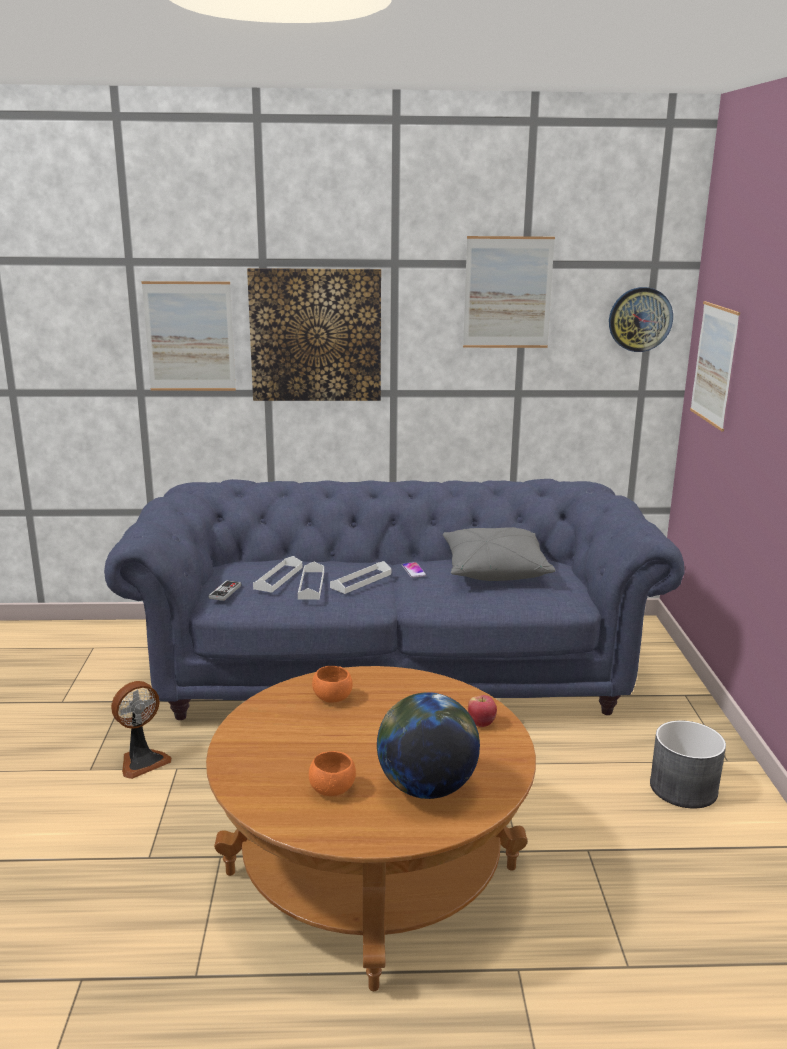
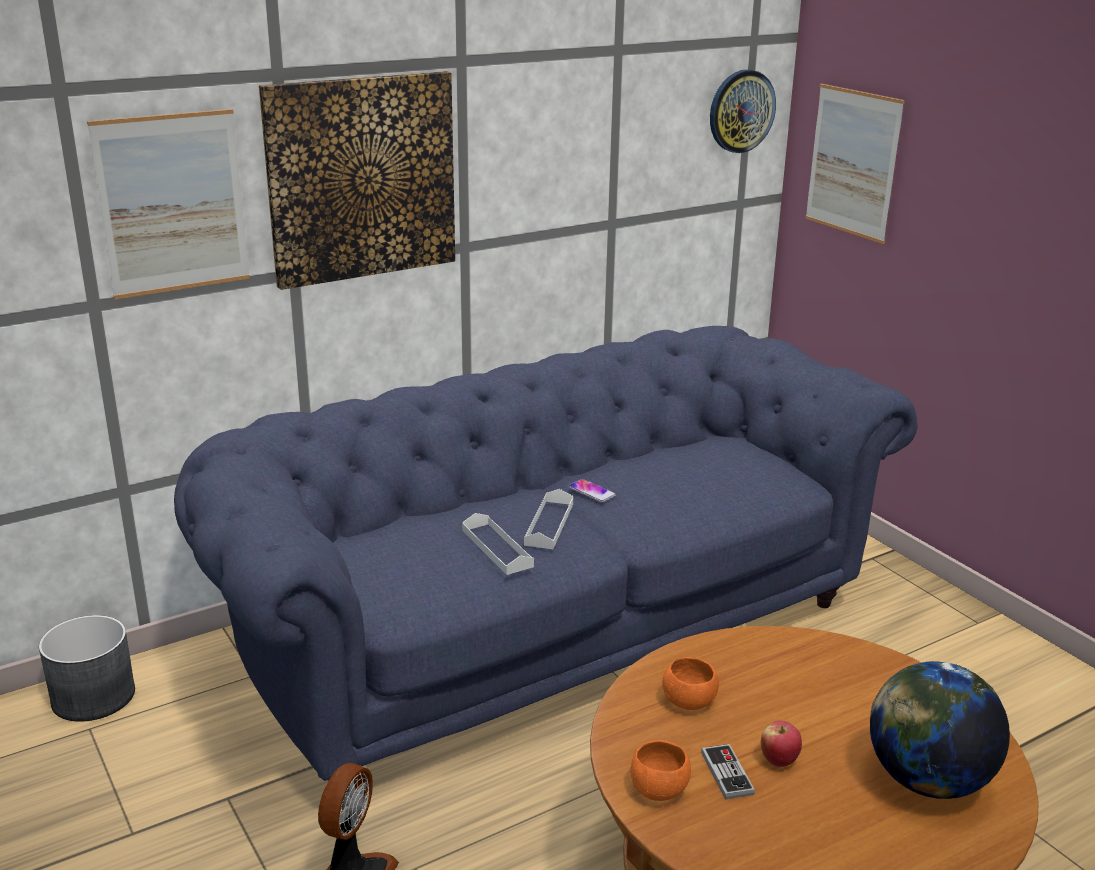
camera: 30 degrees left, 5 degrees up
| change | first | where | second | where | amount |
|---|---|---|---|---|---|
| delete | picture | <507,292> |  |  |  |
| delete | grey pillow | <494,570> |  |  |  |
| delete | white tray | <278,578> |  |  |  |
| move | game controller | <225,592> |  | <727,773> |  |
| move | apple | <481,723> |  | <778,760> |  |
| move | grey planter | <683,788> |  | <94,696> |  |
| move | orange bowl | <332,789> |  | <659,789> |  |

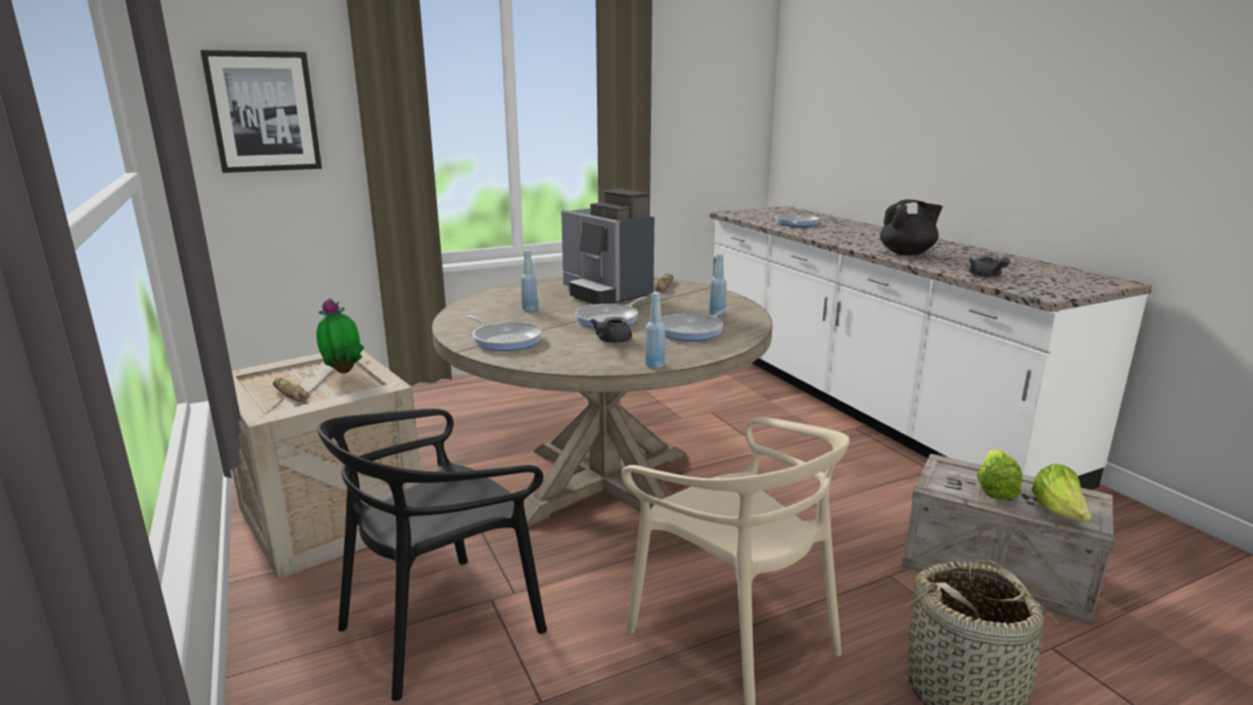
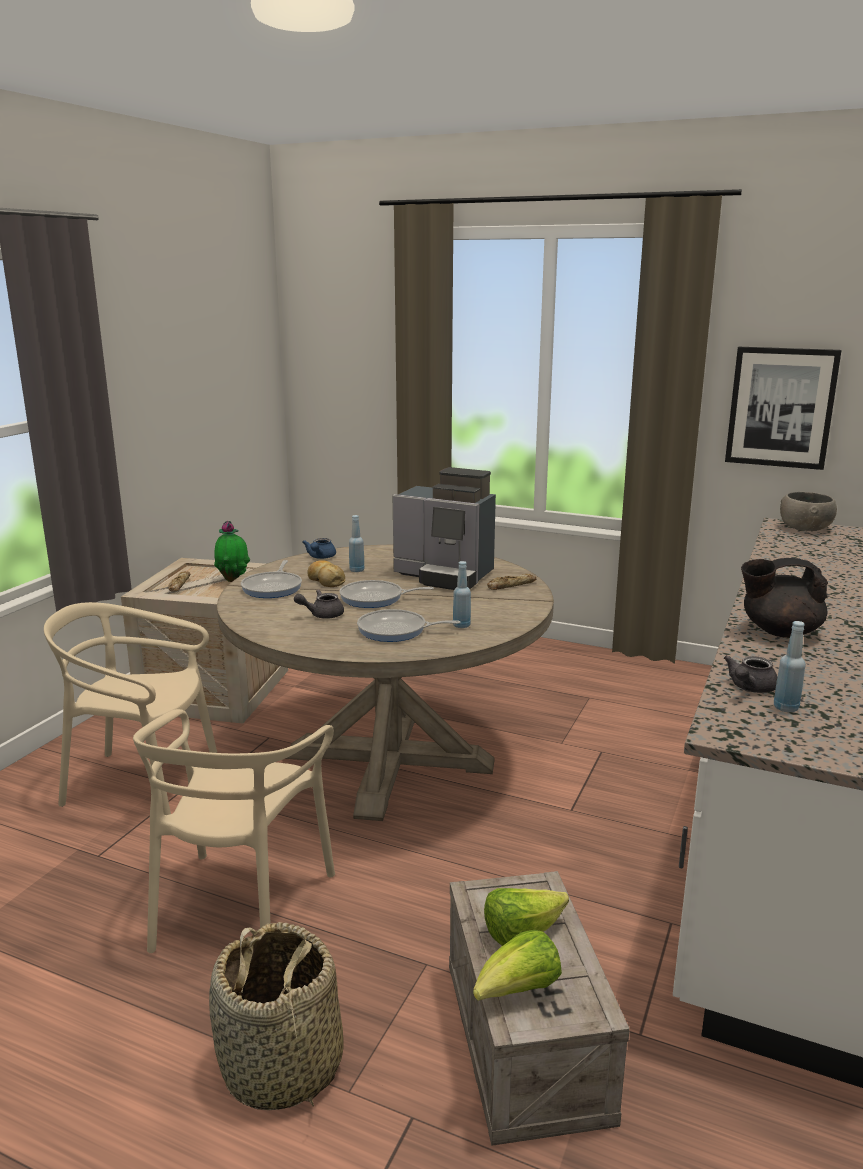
camera: 50 degrees right, 0 degrees up
| change | first | where | second | where | amount |
|---|---|---|---|---|---|
| move | picture | <264,112> |  | <781,407> |  |
| rotate | coffee machine | <605,293> |  | <445,576> | 75 degrees counterclockwise |
| rotate | black teapot | <907,253> |  | <779,631> | 150 degrees clockwise |
| delete | frying pan | <796,224> |  |  |  |
| move | blue bottle | <655,365> |  | <786,708> |  |
| recolor | black chair | <441,624> | beige chair | <142,784> |  |
| insert |  |  | grey bowl | <804,528> |  |
| insert |  |  | blue teapot | <320,557> |  |
| insert |  |  | bread | <326,580> |  |

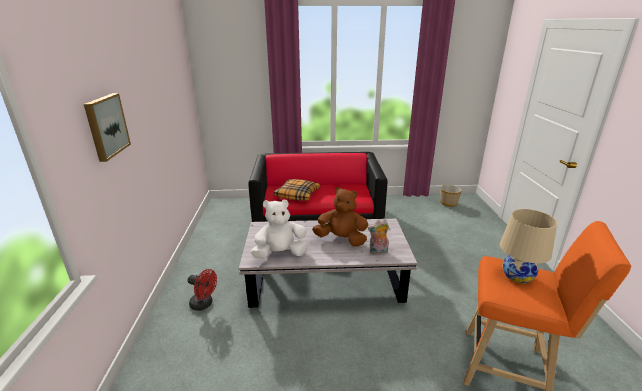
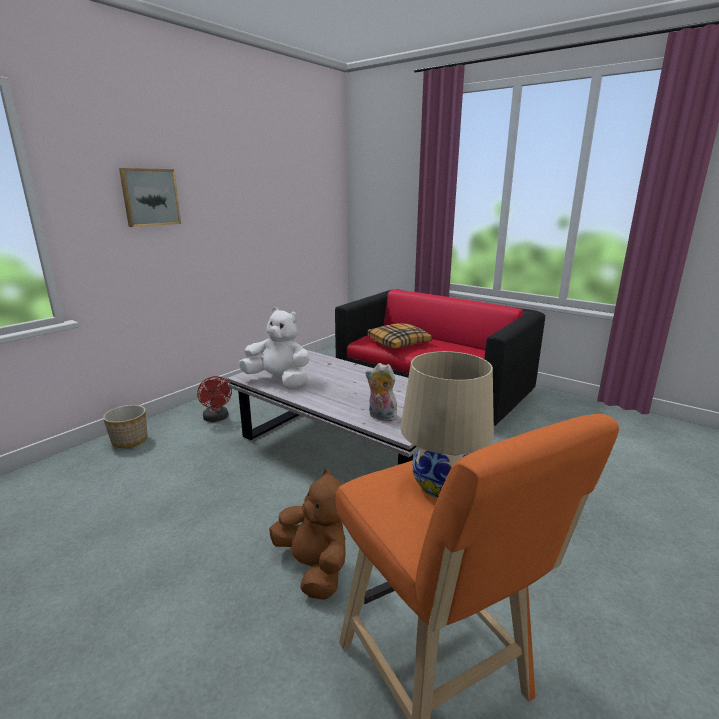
camera: 40 degrees right, 5 degrees down
| change | first | where | second | where | amount |
|---|---|---|---|---|---|
| move | planter | <449,203> |  | <130,441> |  |
| move | brown plush toy | <341,239> |  | <314,568> |  |

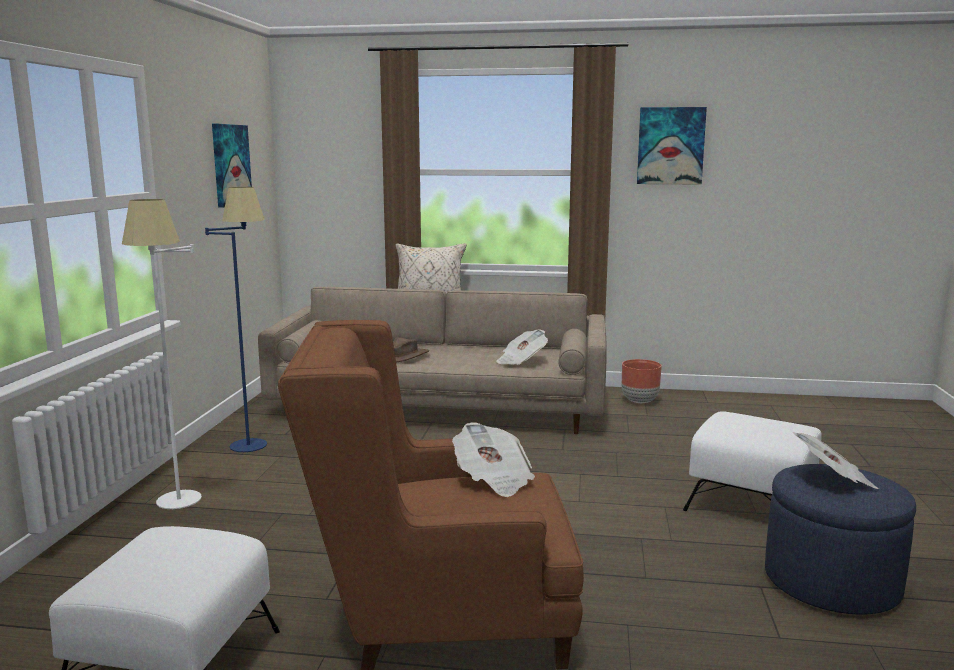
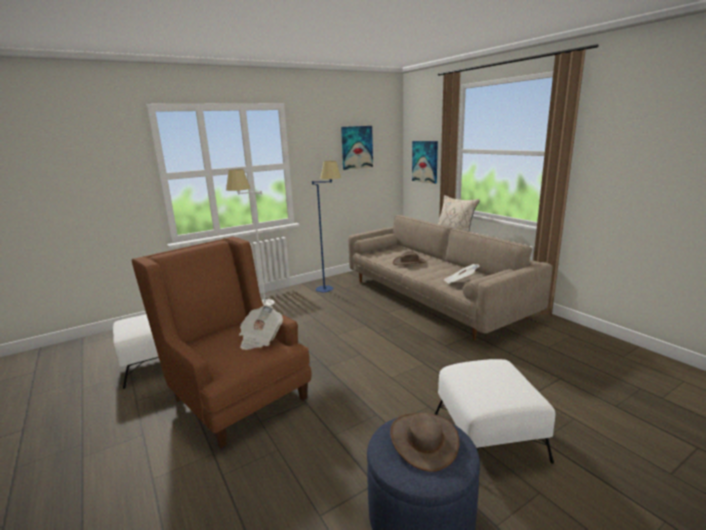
camera: 50 degrees right, 5 degrees up
| change | first | where | second | where | amount |
|---|---|---|---|---|---|
| move | picture | <670,146> |  | <425,161> |  |
| delete | brown planter | <640,401> |  |  |  |
| replace | newspaper | <833,480> | brown hat | <424,440> |  |

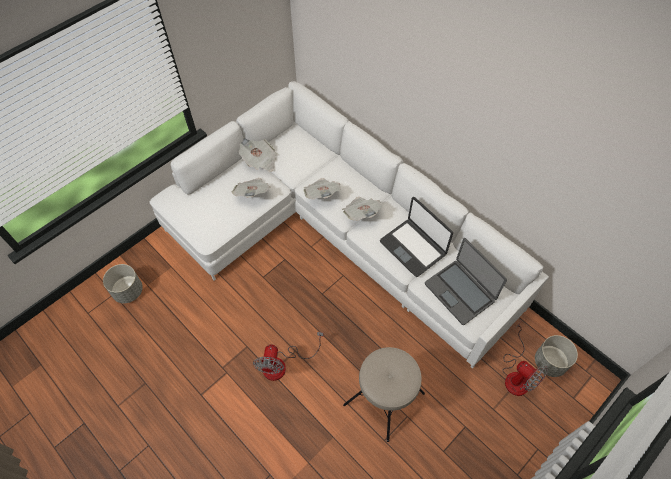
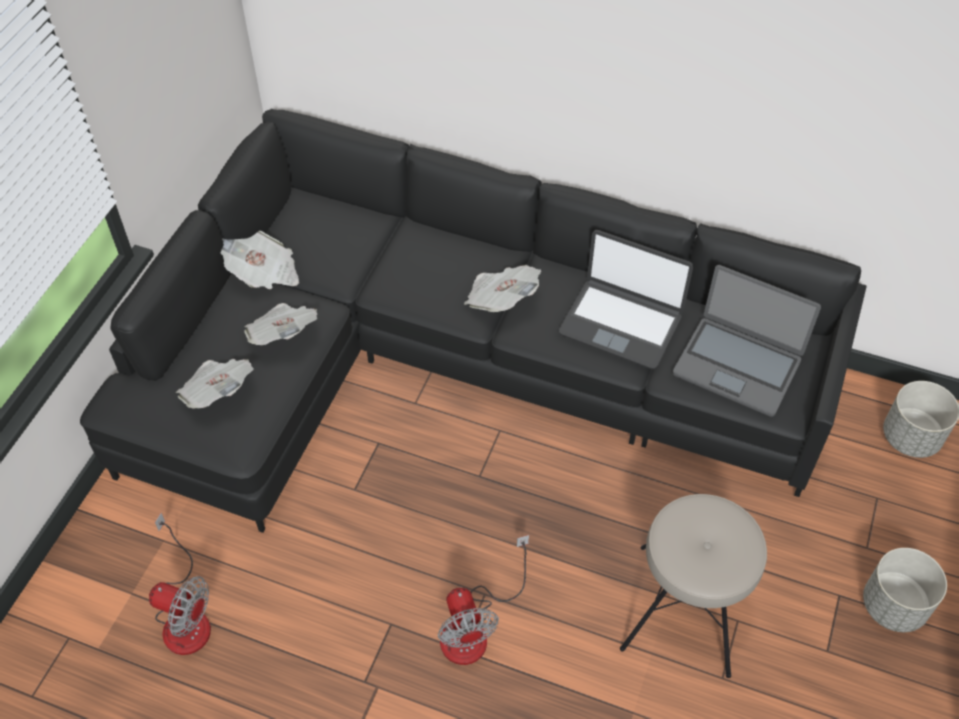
camera: 25 degrees left, 5 degrees down
| change | first | where | second | where | amount |
|---|---|---|---|---|---|
| recolor | white sofa | <336,234> | black sofa | <449,365> |  |
| move | newspaper | <321,194> |  | <218,393> |  |
| move | grey planter | <128,291> |  | <893,605> |  |
| move | fan | <516,375> |  | <184,615> |  |

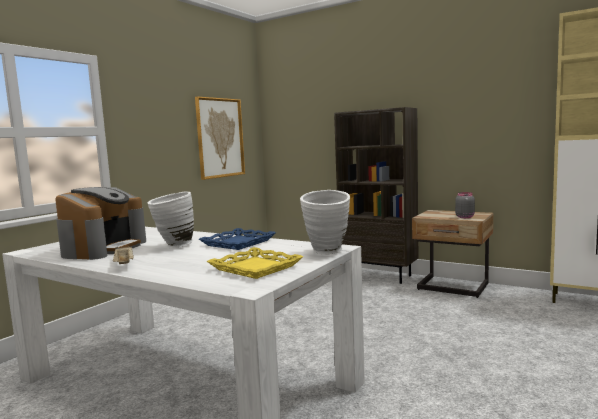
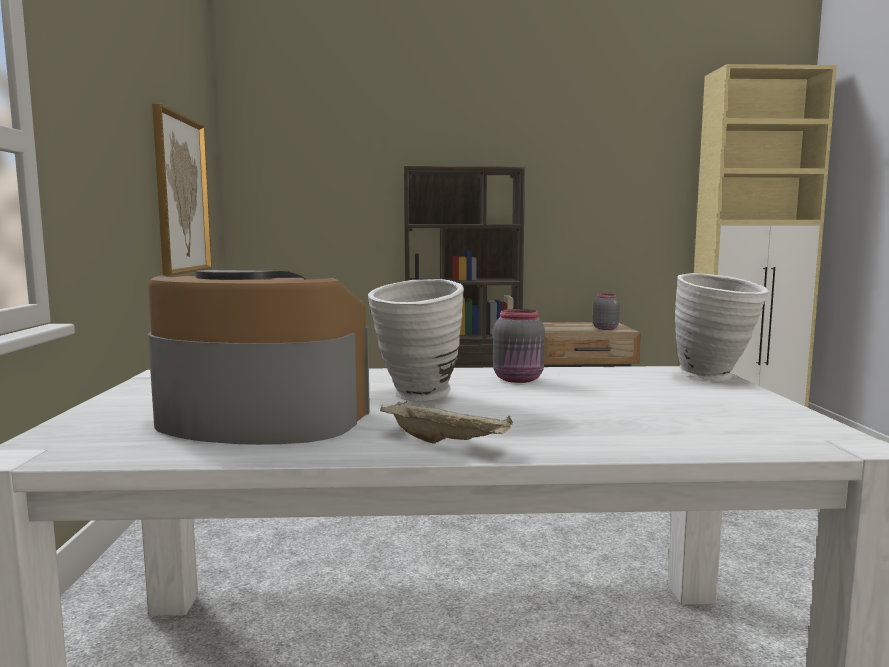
camera: 35 degrees left, 0 degrees up
| change | first | where | second | where | amount |
|---|---|---|---|---|---|
| rotate | coffee machine | <104,248> |  | <259,419> | 60 degrees counterclockwise |
| replace | blue tray | <238,243> | grey jar | <519,379> |  |
| delete | yellow tray | <256,268> |  |  |  |

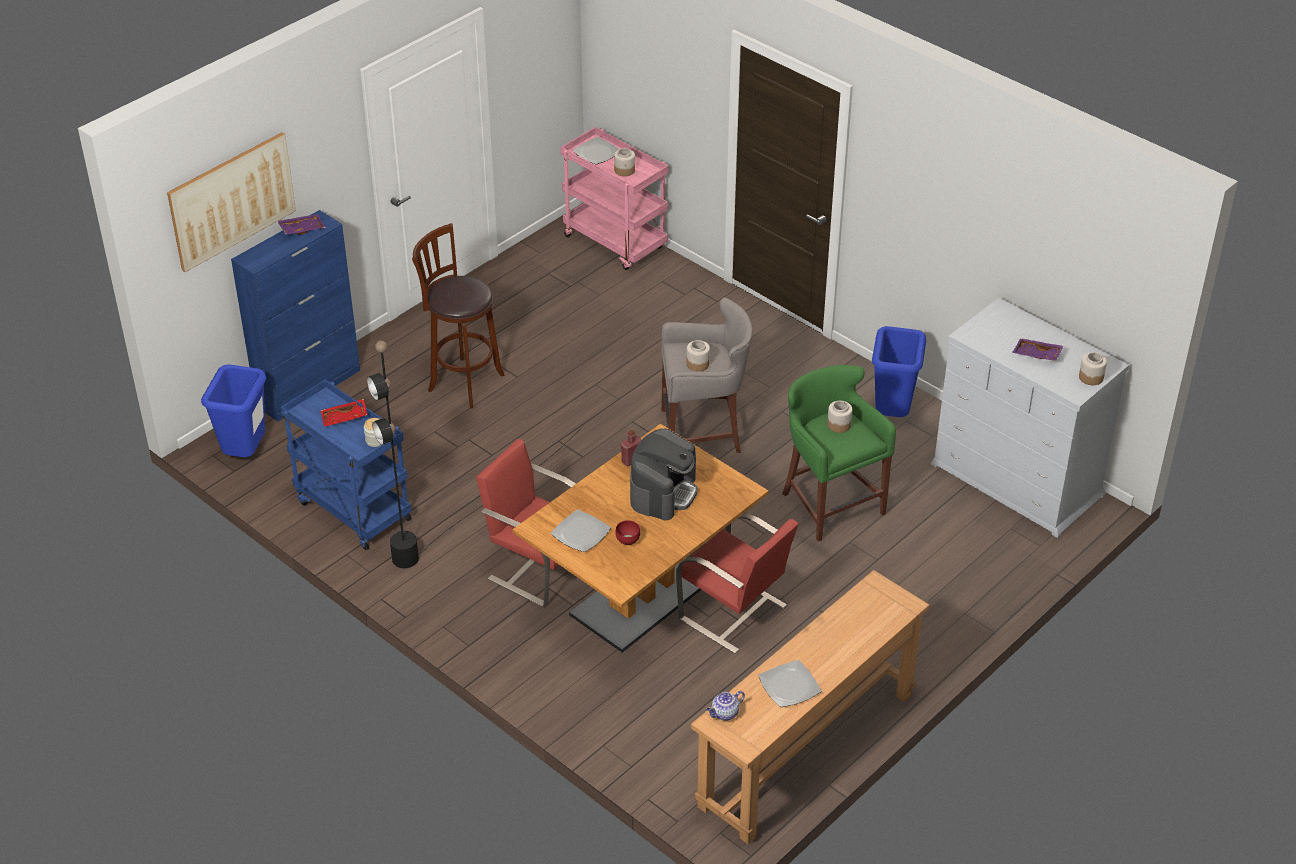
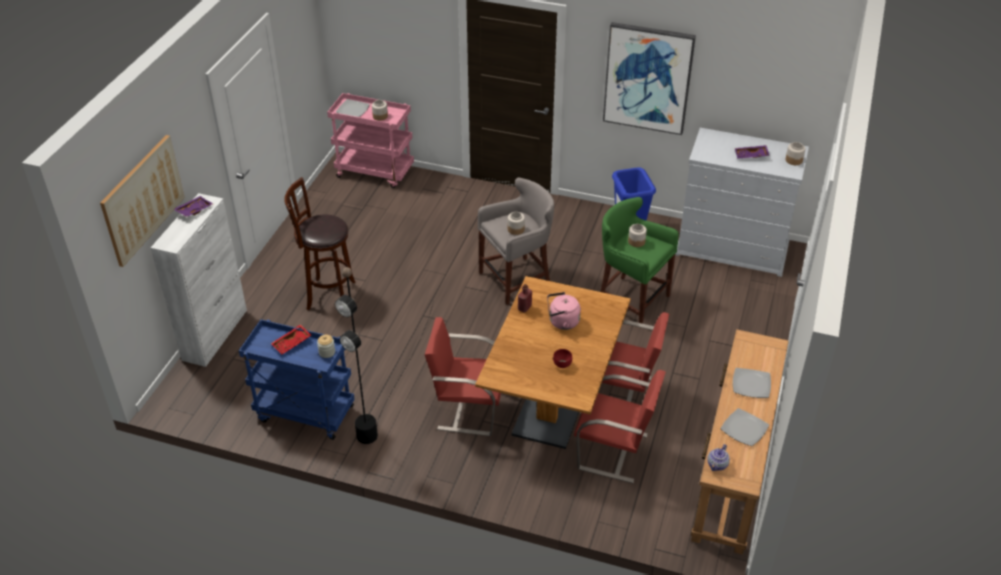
camera: 25 degrees left, 0 degrees up
| change | first | where | second | where | amount |
|---|---|---|---|---|---|
| recolor | blue cabinet | <309,388> | white cabinet | <215,334> |  |
| delete | blue trash can | <245,455> |  |  |  |
| replace | coffee machine | <663,492> | pink kettle | <562,322> |  |
| move | plate | <580,533> |  | <751,384> |  |
| insert |  |  | picture | <648,78> |  |
| insert |  |  | red chair | <614,452> |  |

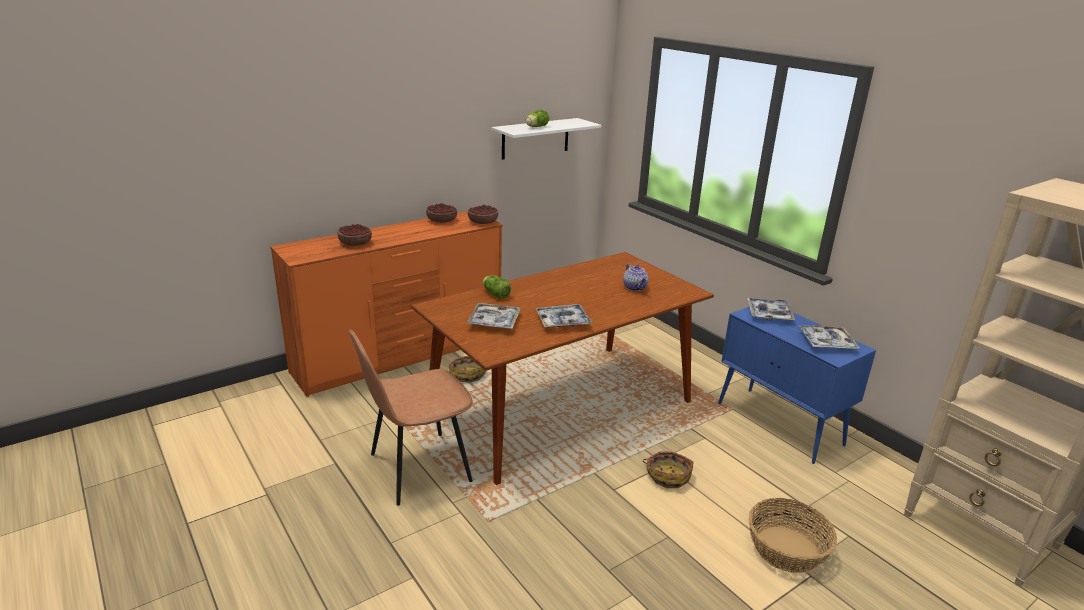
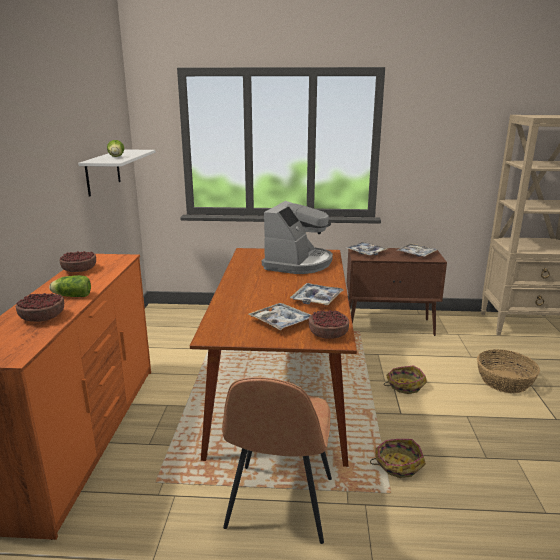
camera: 50 degrees left, 5 degrees down
| change | first | where | second | where | amount |
|---|---|---|---|---|---|
| move | bowl | <483,222> |  | <328,334> |  |
| replace | teapot | <635,288> | coffee machine | <298,263> |  |
| move | lettuce | <495,294> |  | <71,296> |  |
| recolor | blue cabinet | <780,424> | brown cabinet | <390,326> |  |
| move | basket | <467,374> |  | <397,464> |  |

